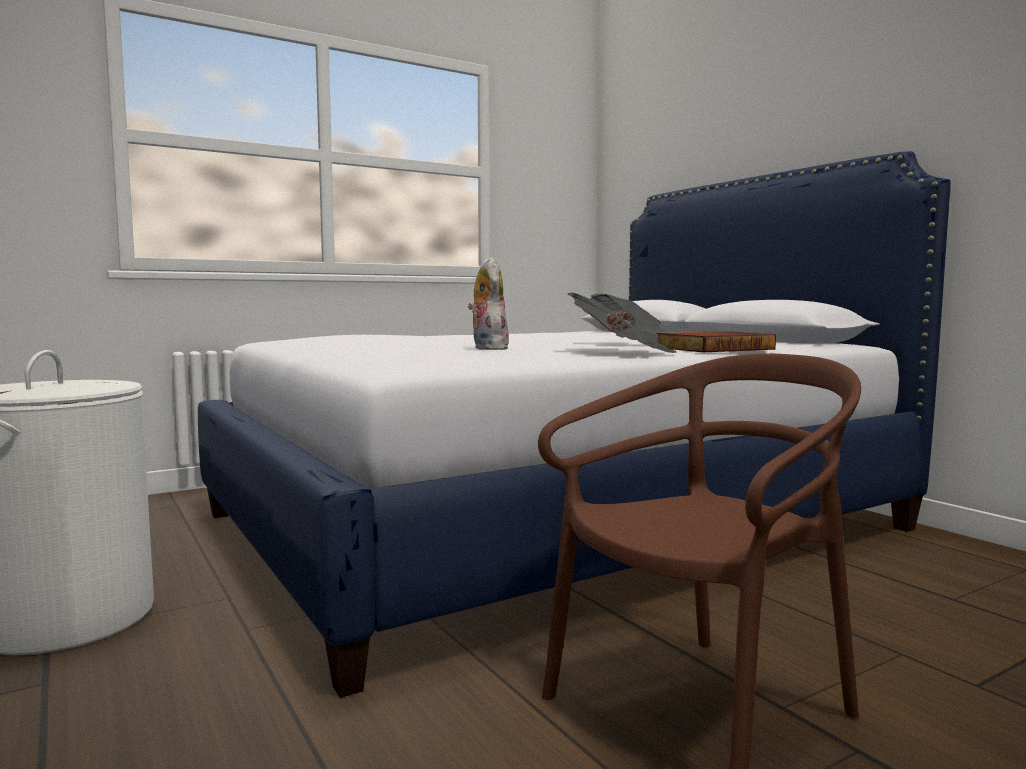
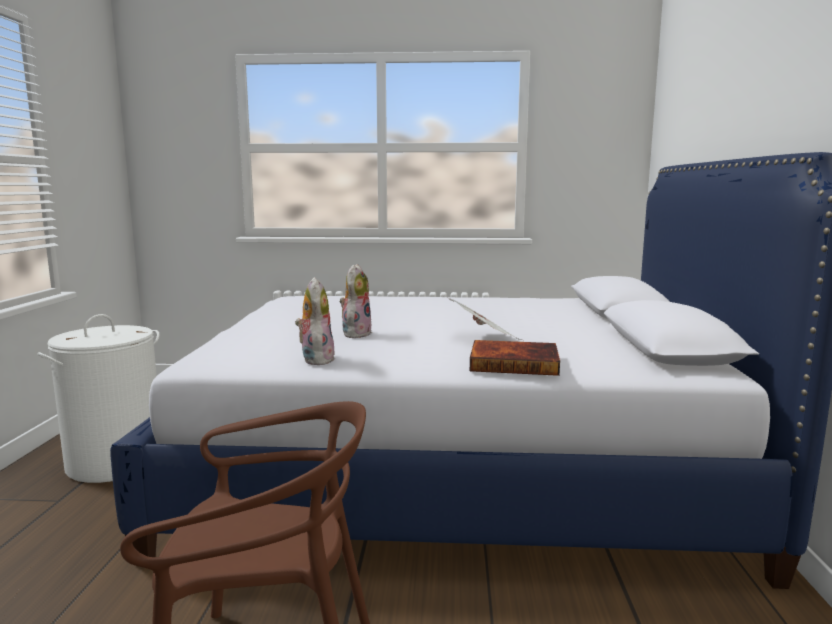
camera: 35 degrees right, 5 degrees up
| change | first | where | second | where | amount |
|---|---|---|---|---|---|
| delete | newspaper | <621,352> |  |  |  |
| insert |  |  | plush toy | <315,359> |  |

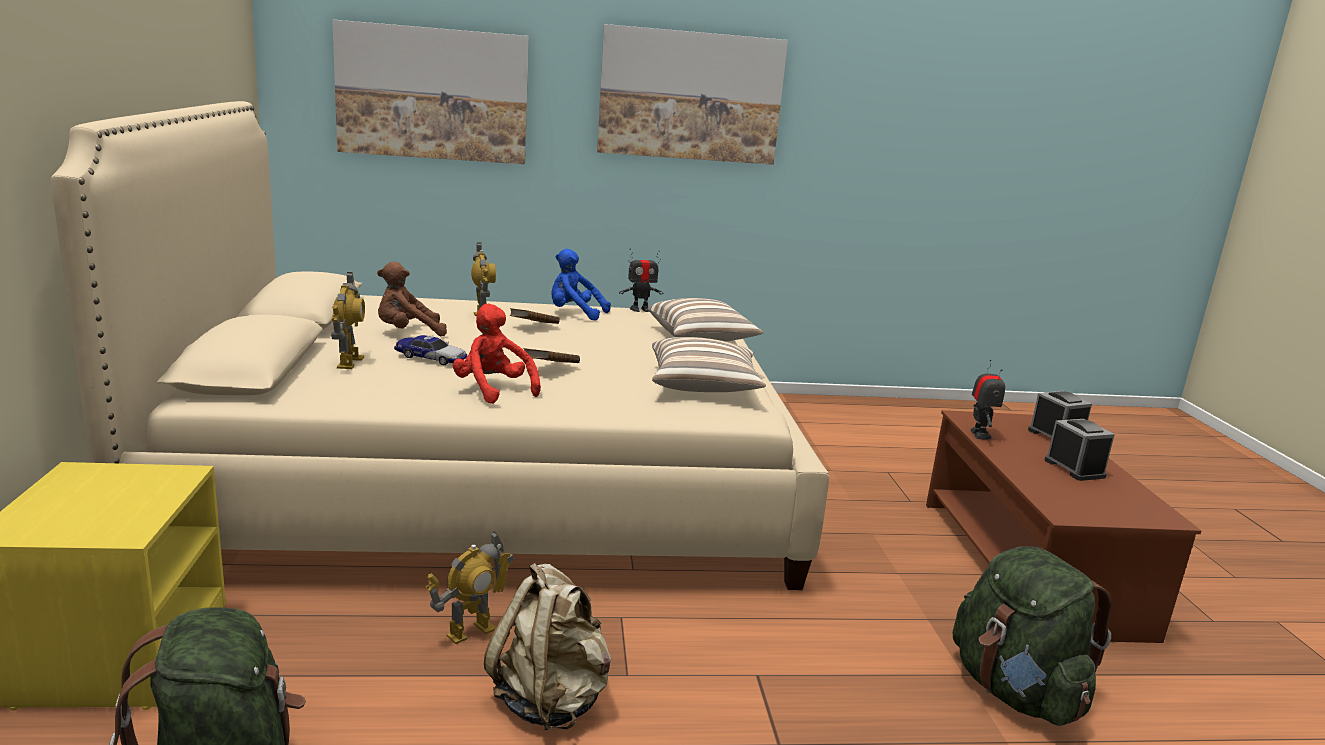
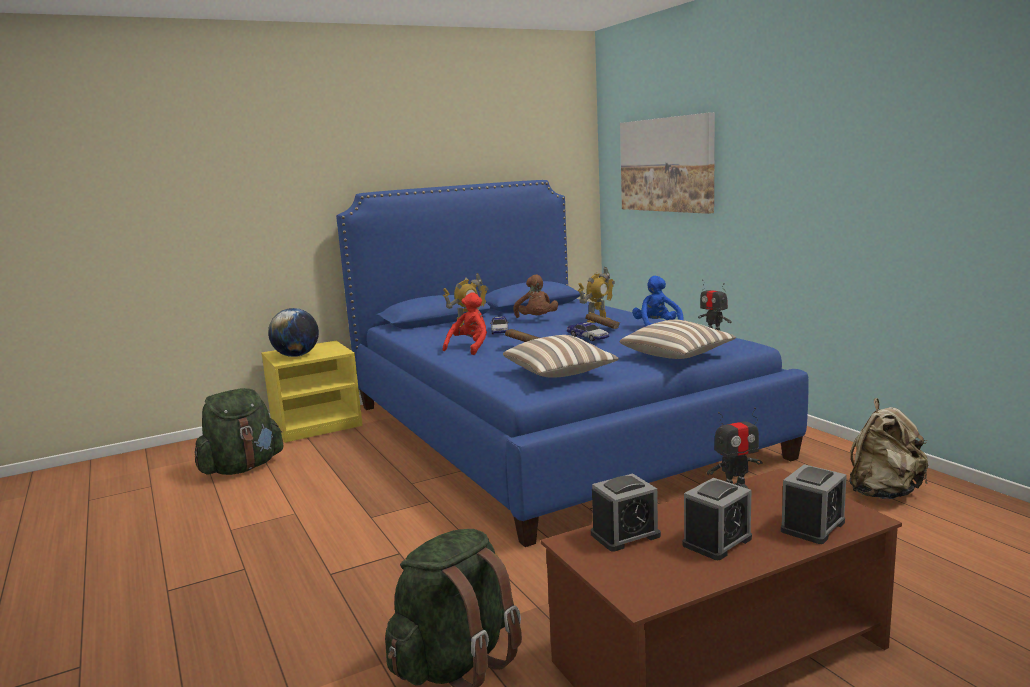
camera: 70 degrees right, 5 degrees down
| change | first | where | second | where | amount |
|---|---|---|---|---|---|
| delete | picture | <690,96> |  |  |  |
| recolor | beige bed | <490,482> | blue bed | <549,429> |  |
| rotate | brown plush toy | <408,333> |  | <536,320> | 150 degrees counterclockwise |
| delete | toy robot | <471,631> |  |  |  |
| move | beige backpack | <550,700> |  | <883,493> |  |
| insert |  |  | globe | <296,356> |  |
| insert |  |  | toy car | <588,337> |  |
| insert |  |  | alarm clock | <625,535> |  |

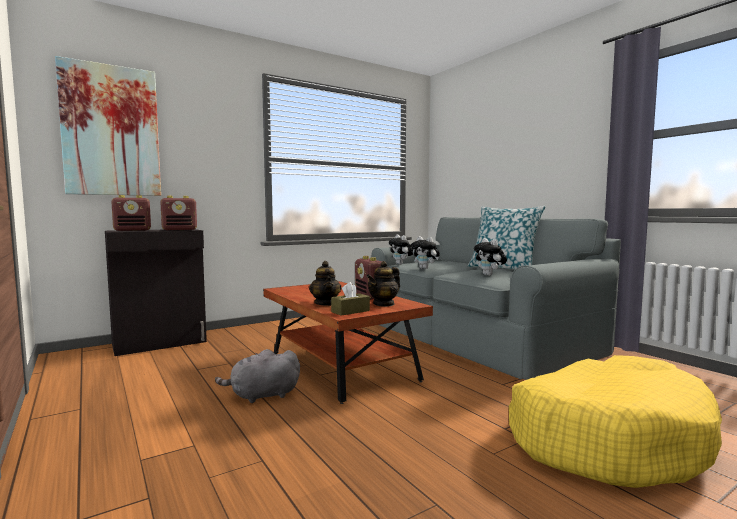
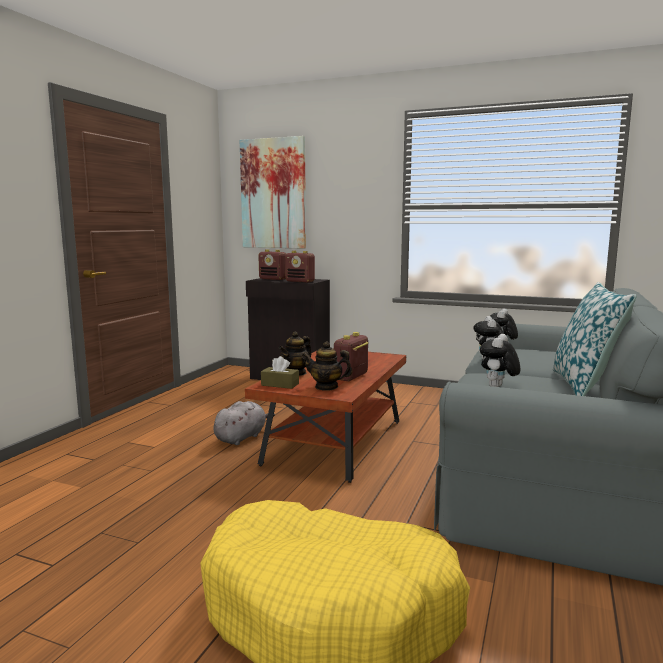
camera: 55 degrees right, 5 degrees up
| change | first | where | second | where | amount |
|---|---|---|---|---|---|
| rotate | grey plush toy | <262,396> |  | <241,437> | 90 degrees clockwise |

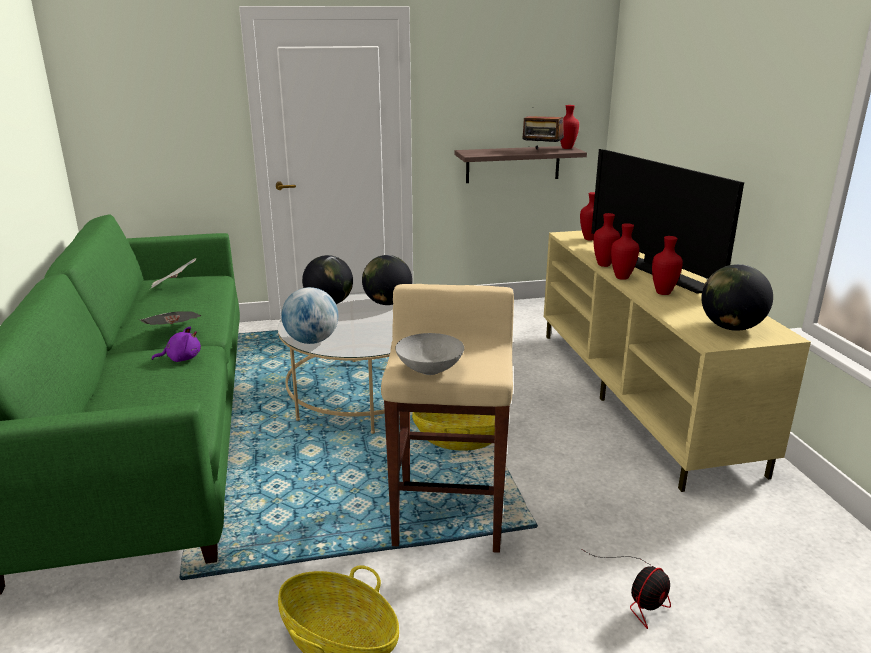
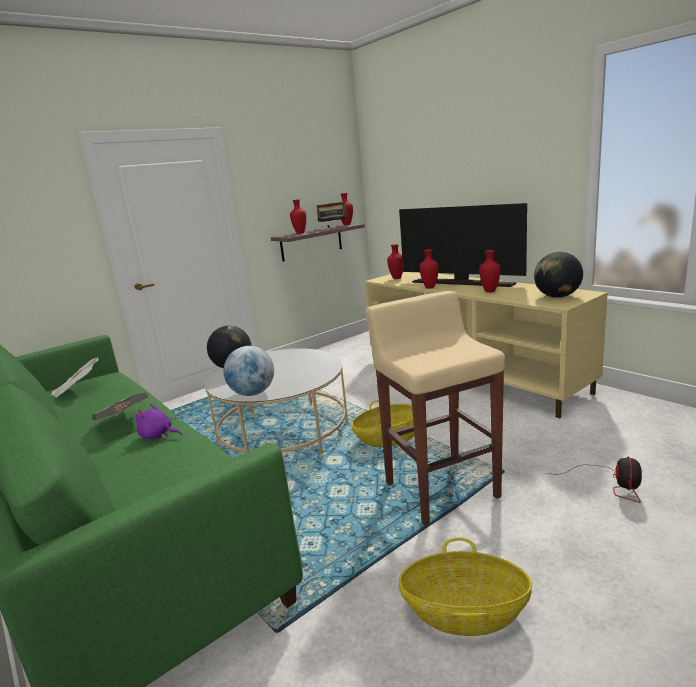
camera: 25 degrees left, 5 degrees down
| change | first | where | second | where | amount |
|---|---|---|---|---|---|
| move | red vase | <622,277> |  | <300,233> |  |
| delete | globe | <387,303> |  |  |  |
| rotate | purple plush toy | <181,358> |  | <158,435> | 120 degrees counterclockwise |
| delete | grey bowl | <429,370> |  |  |  |

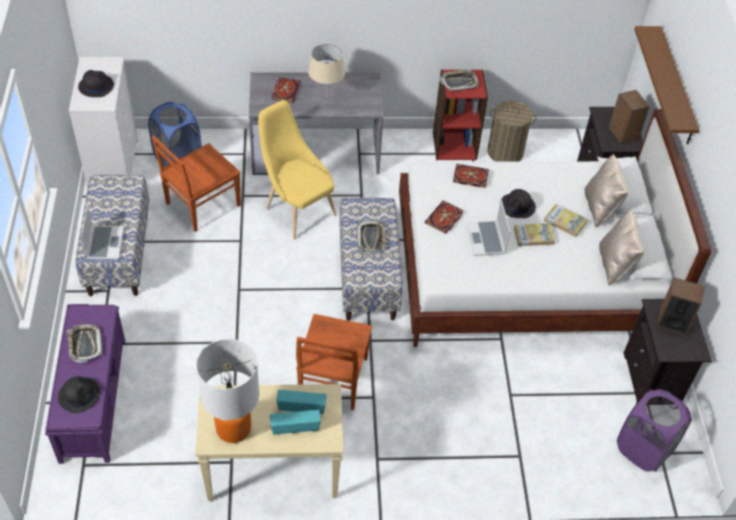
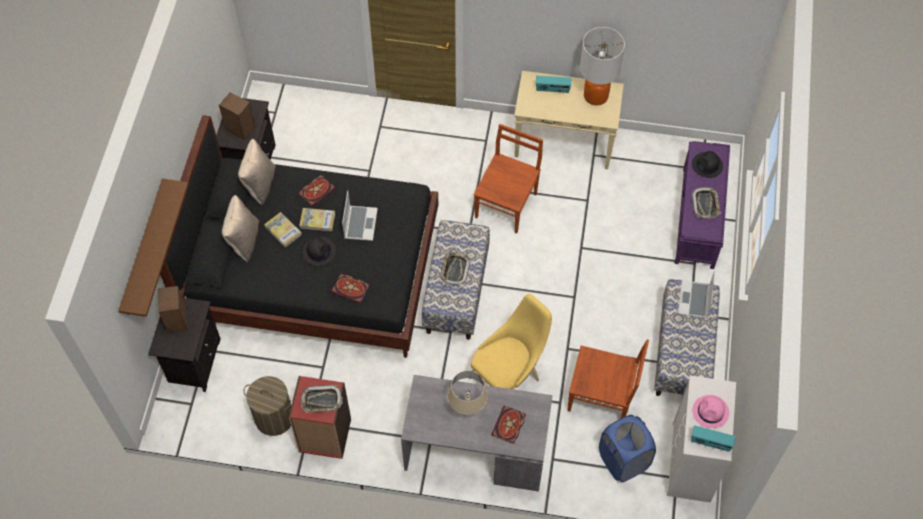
camera: 165 degrees left, 10 degrees up
| change | first | where | second | where | amount |
|---|---|---|---|---|---|
| recolor | black hat | <96,86> | pink hat | <710,412> |  |
| rotate | yellow chair | <297,209> |  | <508,377> | 105 degrees counterclockwise |
| recolor | white bed | <526,275> | black bed | <313,271> |  |
| rotate | brown chair | <201,205> |  | <602,396> | 45 degrees clockwise |
| move | book | <444,219> |  | <317,190> |  |
| delete | purple laundry basket | <644,449> |  |  |  |
| move | radio | <301,408> |  | <710,443> |  |

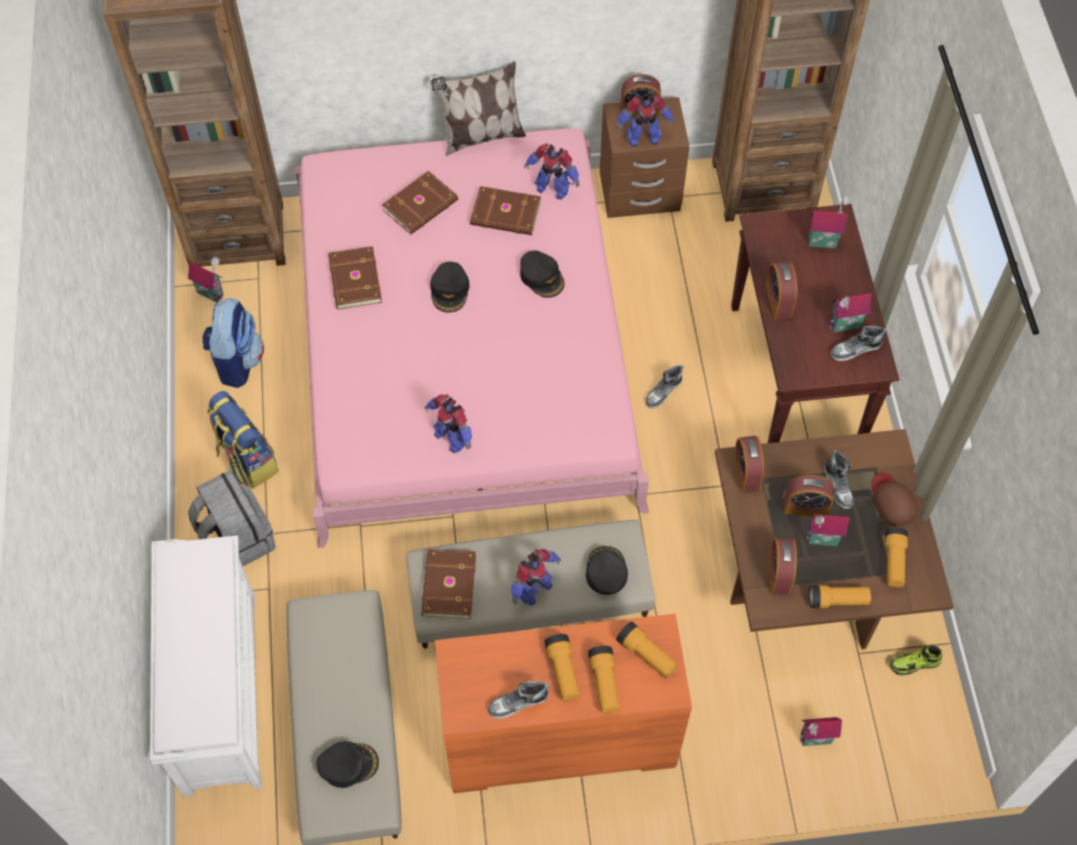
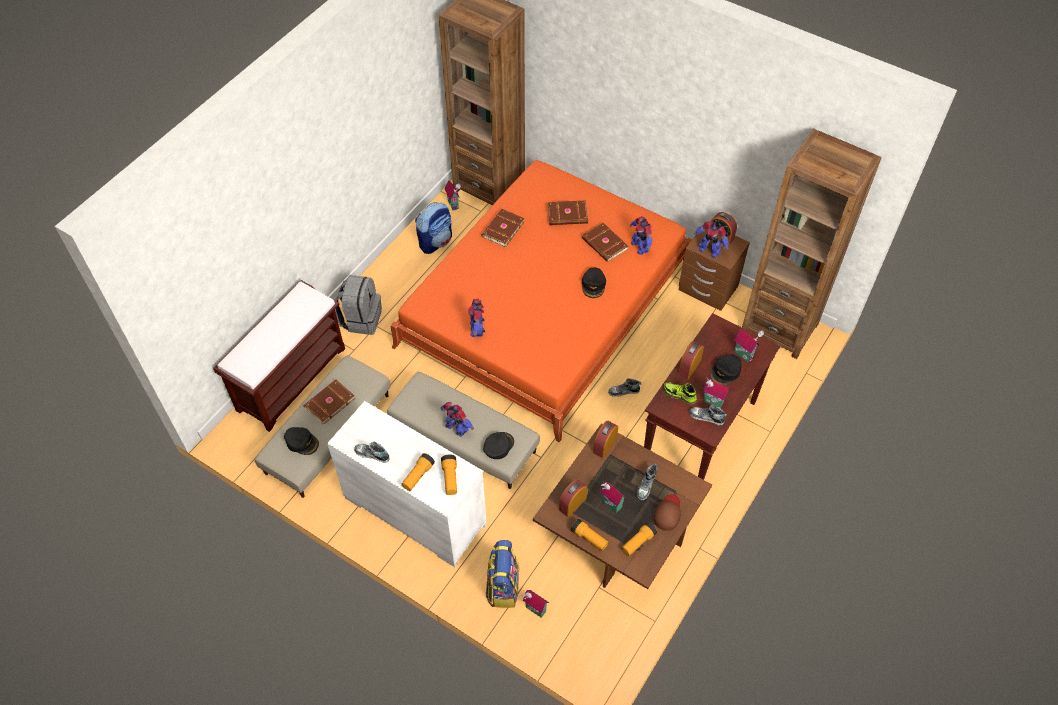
camera: 40 degrees right, 5 degrees down
| change | first | where | second | where | amount |
|---|---|---|---|---|---|
| delete | pillow | <481,136> |  |  |  |
| recolor | pink bed | <463,348> | orange bed | <545,304> |  |
| move | black cap | <450,290> |  | <725,372> |  |
| move | backpack | <247,460> |  | <502,586> |  |
| delete | alarm clock | <805,507> |  |  |  |
| recolor | white bench | <219,690> | brown bench | <292,378> |  |
| move | brown book | <447,585> |  | <329,402> |  |
| rotate | toy robot | <533,589> |  | <457,428> | 135 degrees counterclockwise |
| recolor | orange dresser | <559,739> | white dresser | <414,512> |  |
| delete | flashlight | <563,672> |  |  |  |
| move | shoe | <914,664> |  | <679,395> |  |

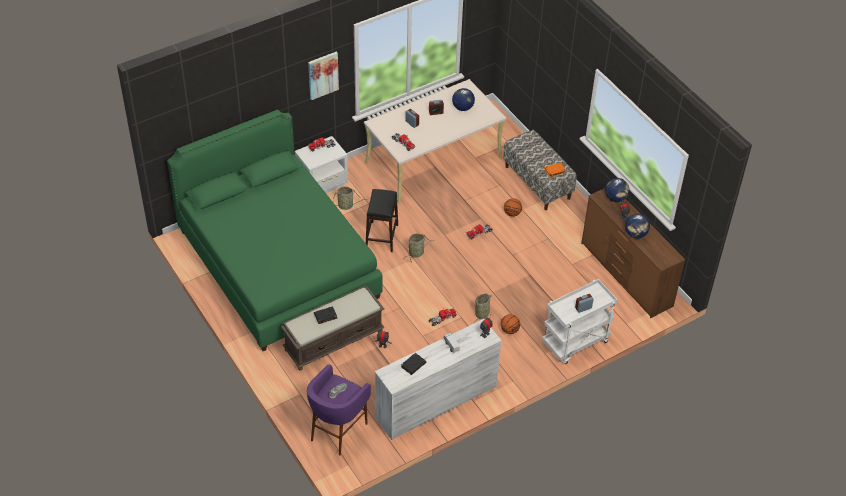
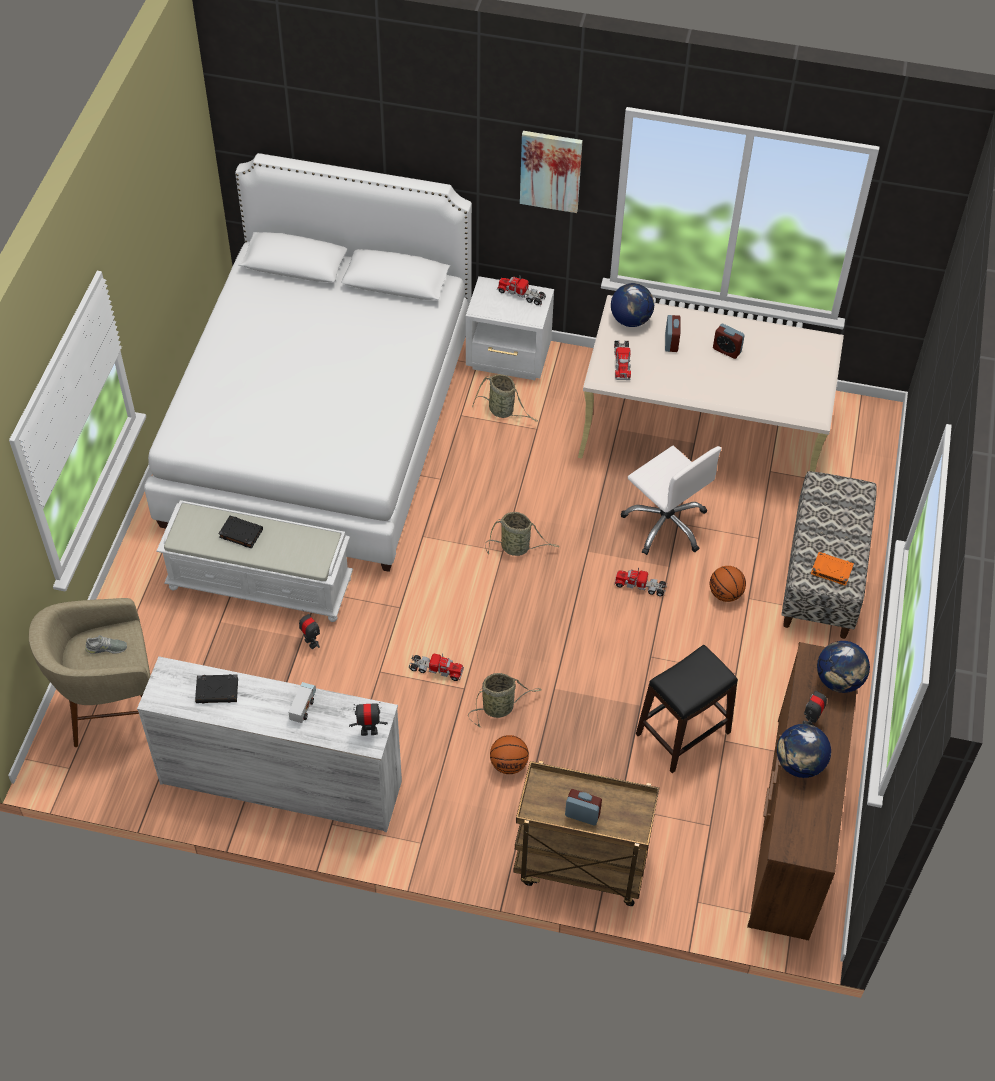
camera: 45 degrees right, 5 degrees up
| change | first | where | second | where | amount |
|---|---|---|---|---|---|
| move | globe | <462,108> |  | <630,320> |  |
| recolor | green bed | <278,264> | white bed | <320,425> |  |
| move | black stool | <382,236> |  | <683,733> |  |
| recolor | white cart | <575,344> | brown cart | <579,867> |  |
| recolor | brown bench | <334,340> | white bench | <261,583> |  |
| recolor | purple stool | <337,431> | beige stool | <112,712> |  |
| insert |  |  | white office chair | <666,524> |  |

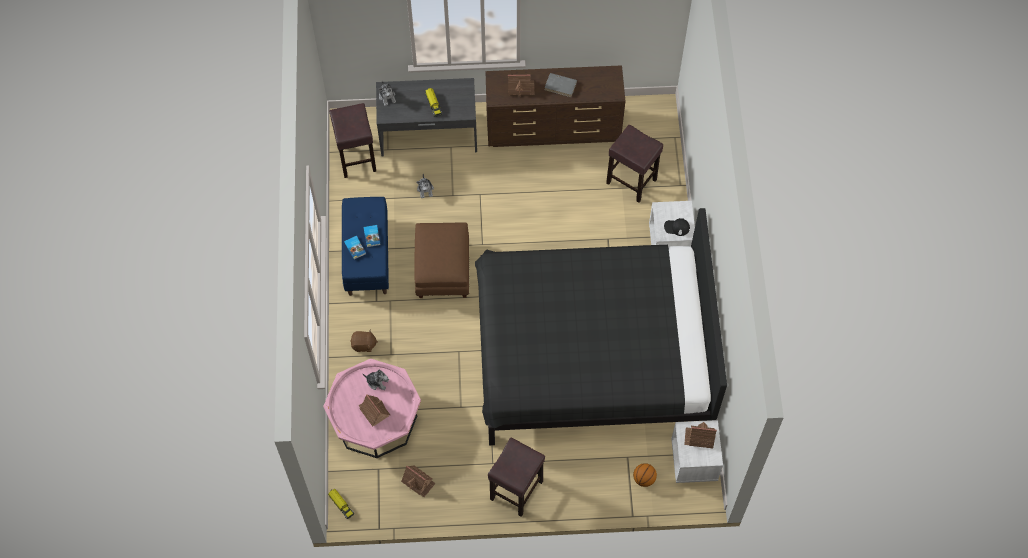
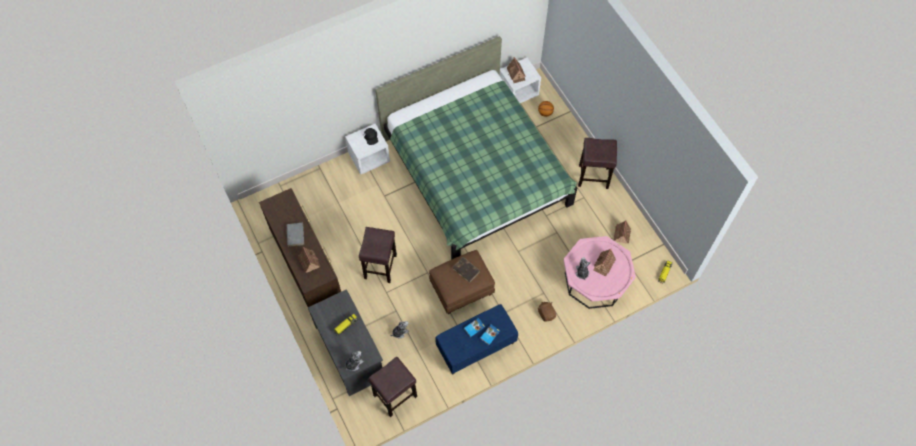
camera: 115 degrees left, 0 degrees up
| change | first | where | second | where | amount |
|---|---|---|---|---|---|
| move | brown stool | <632,182> |  | <380,266> |  |
| recolor | black bed | <592,352> | green bed | <475,172> |  |
| insert |  |  | brown book | <466,270> |  |

